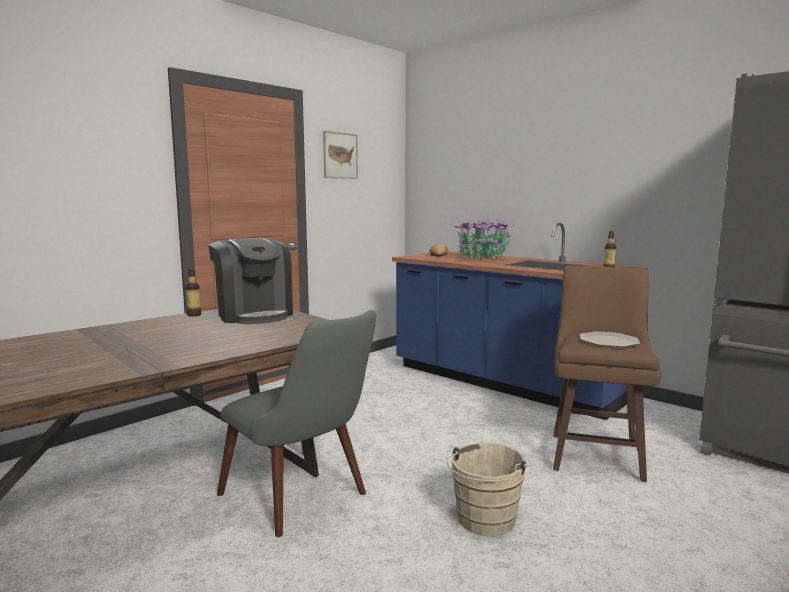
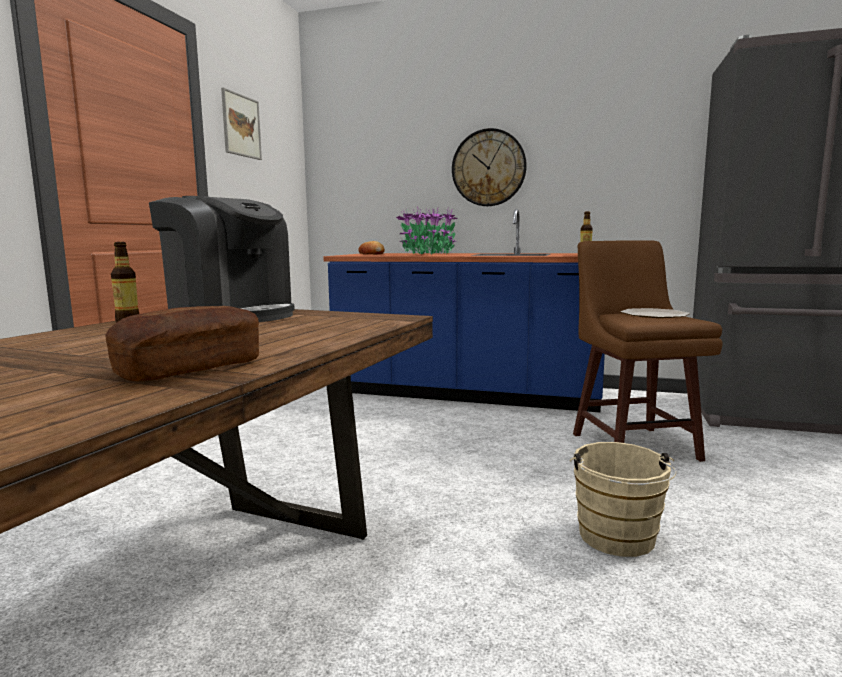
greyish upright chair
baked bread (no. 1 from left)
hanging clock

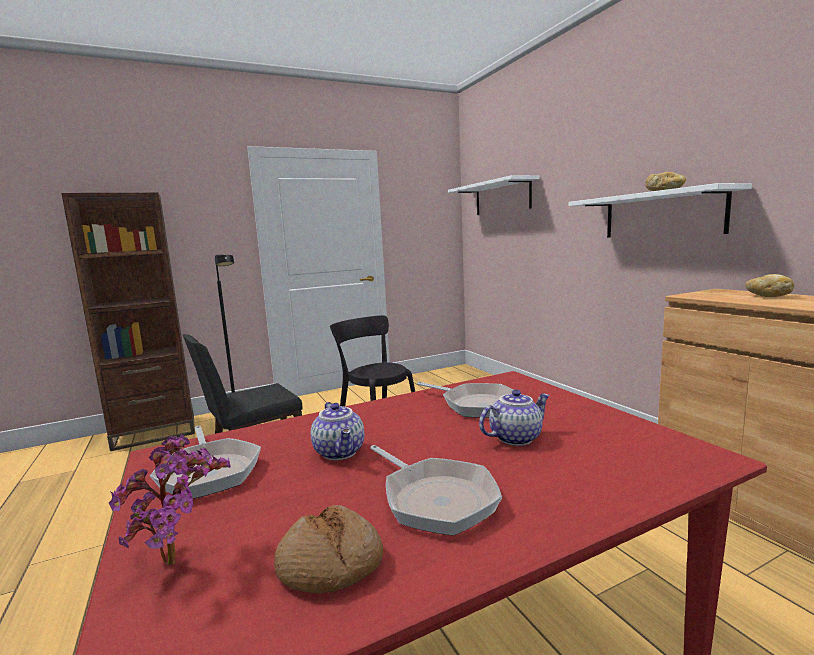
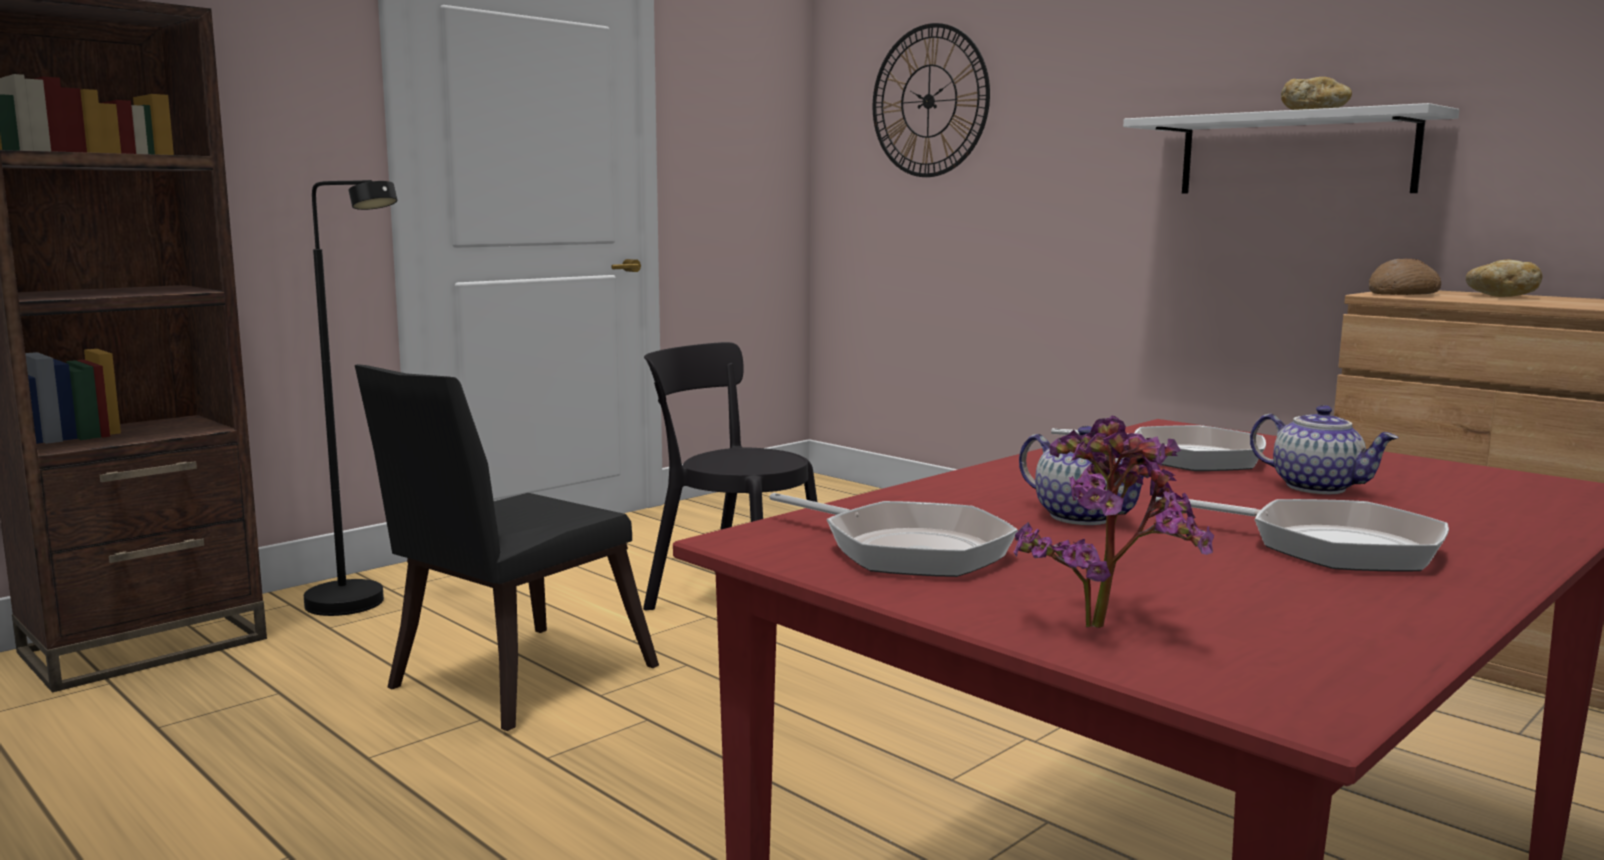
baked bread (no. 2 from left)
hanging clock
pot for tea (no. 2 from left)

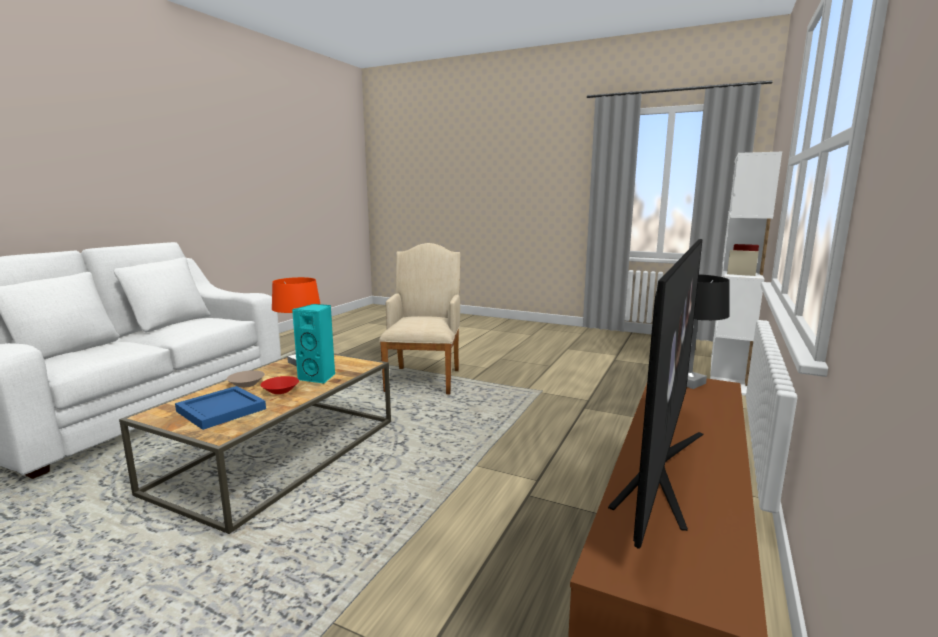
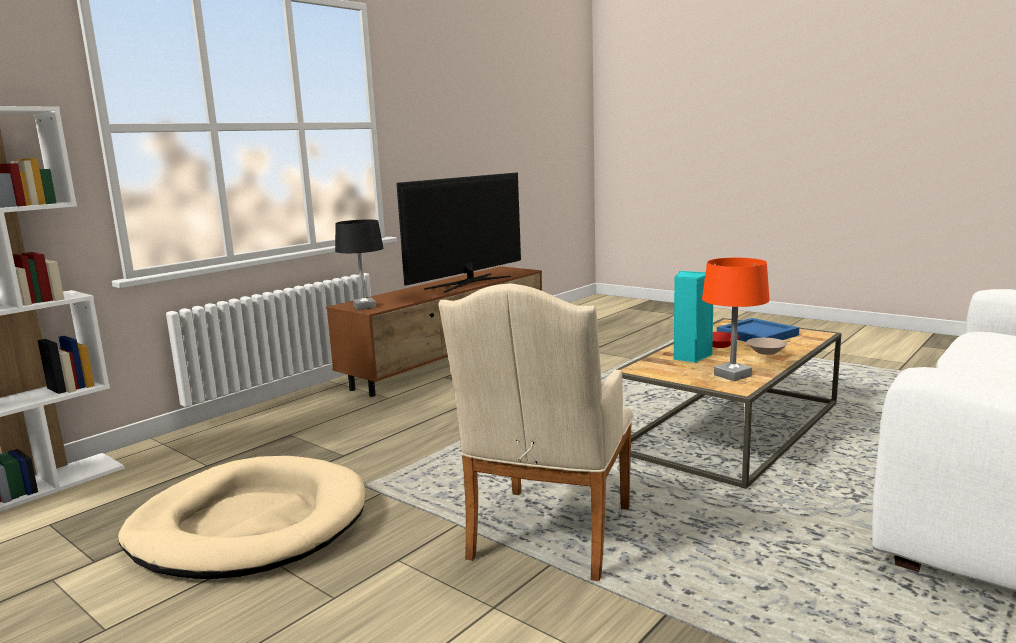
sand-coloured dog bed

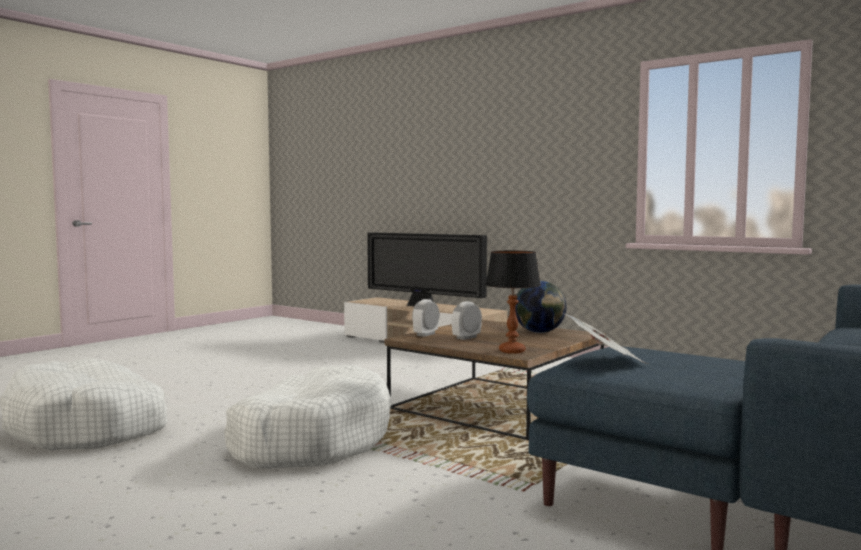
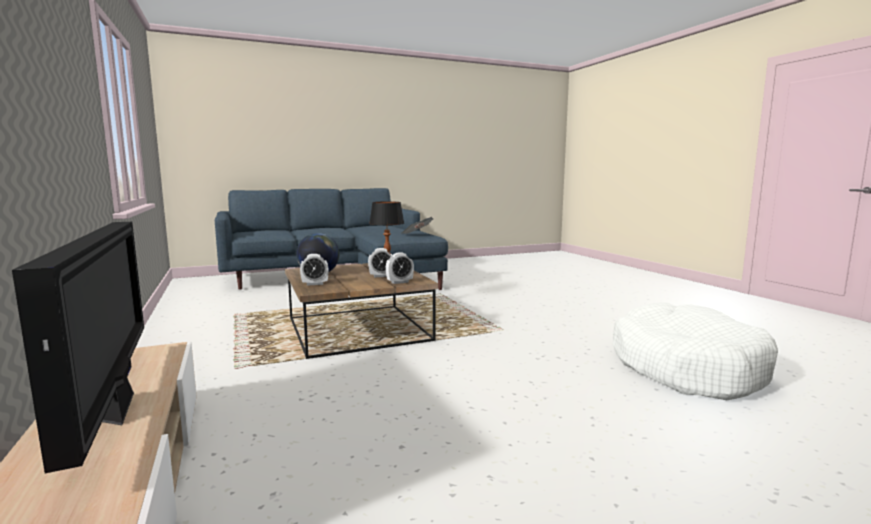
white dog bed (no. 2 from left in the first image)
alarm clock (no. 1 from left)

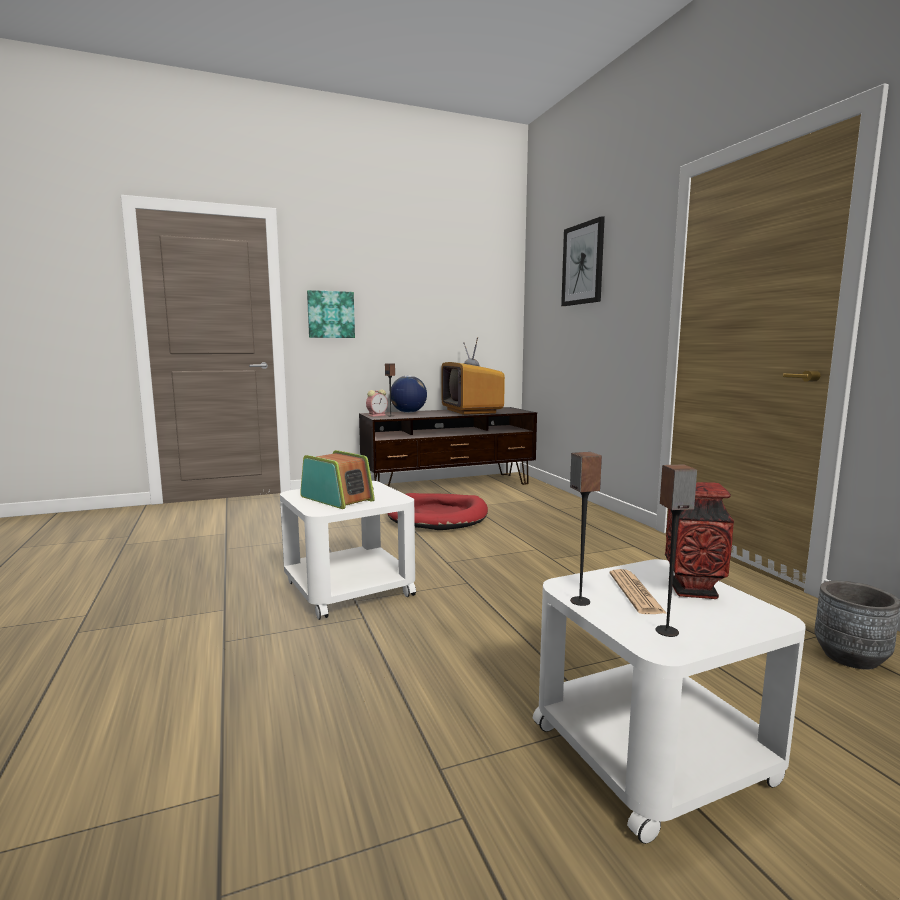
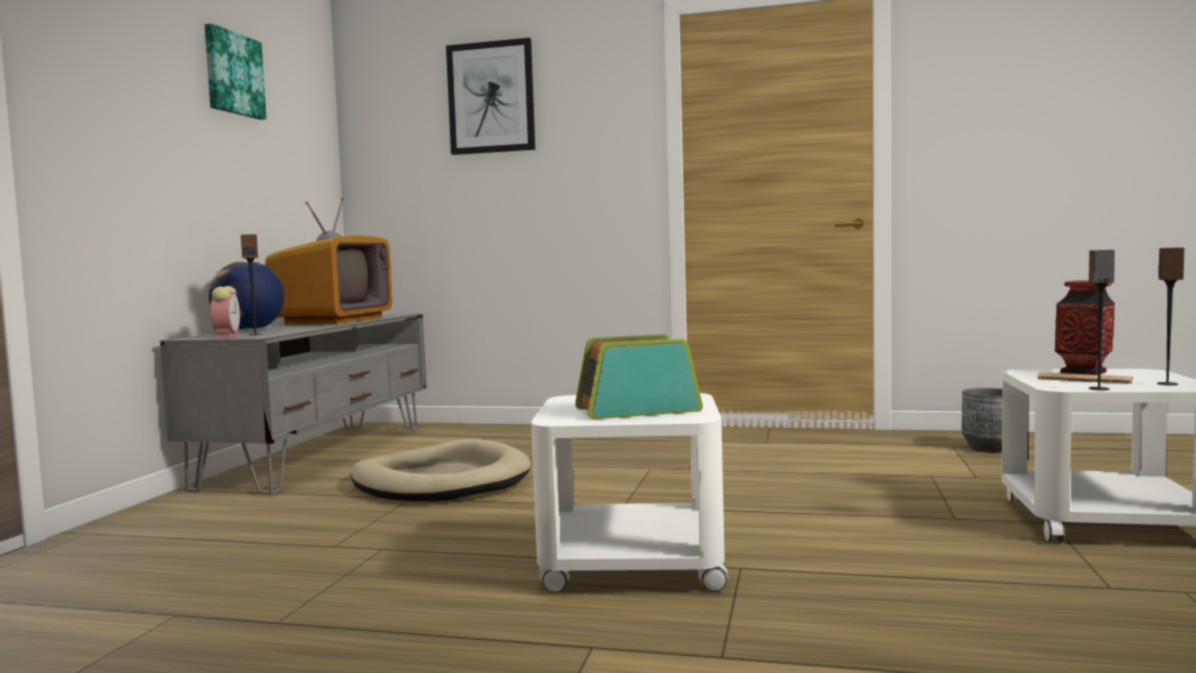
wall art (no. 1 from left)
greyish tv unit
sand-coloured dog bed
TV set

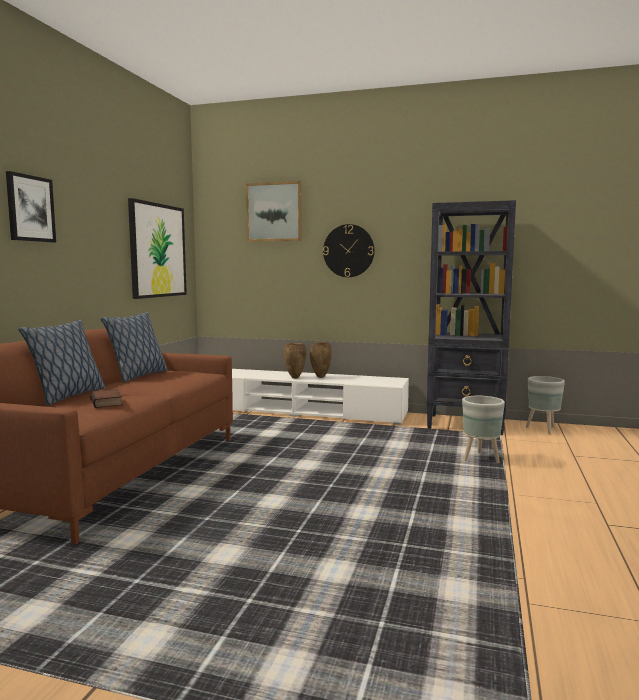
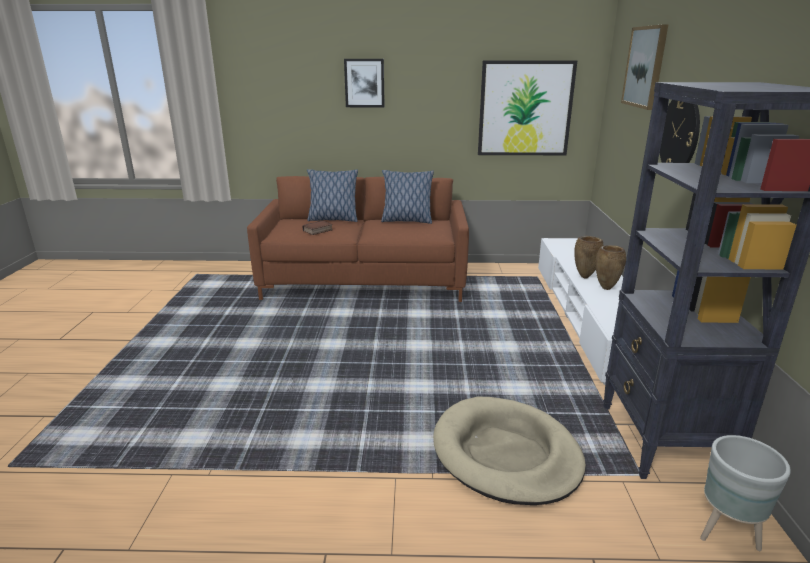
sand-coloured dog bed

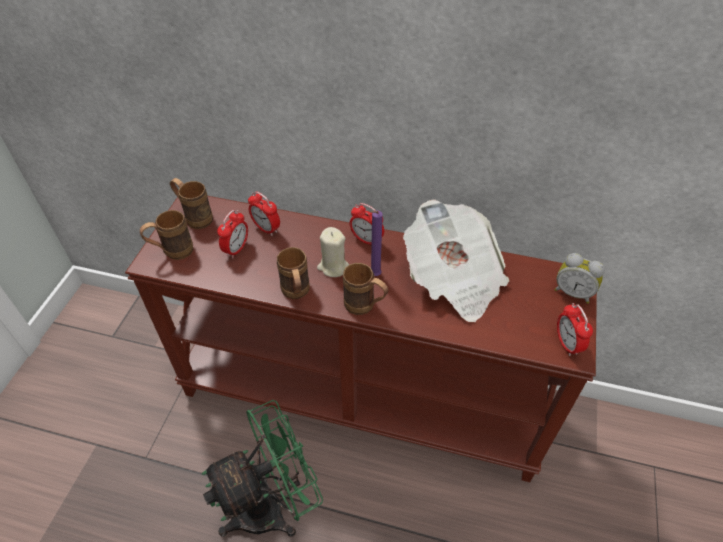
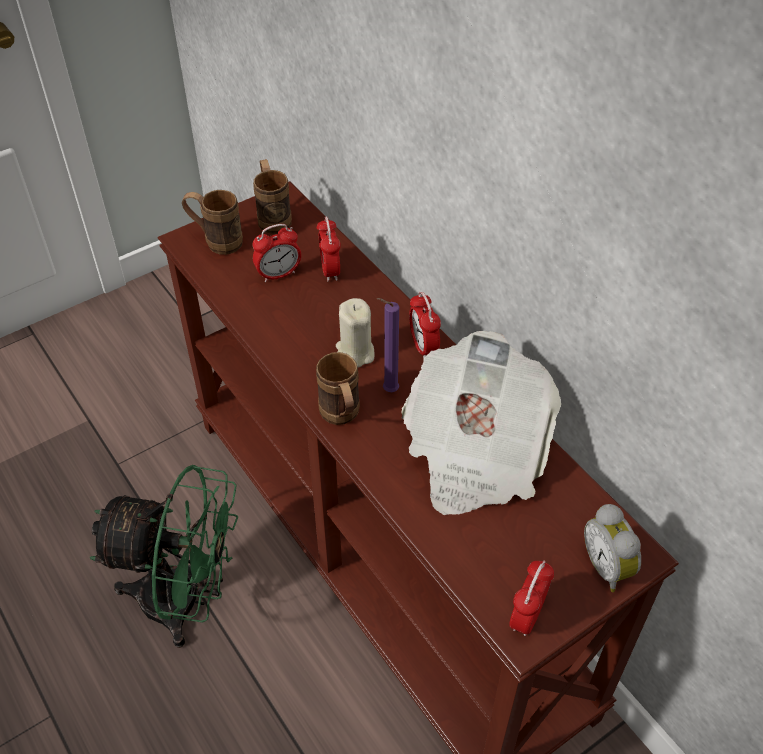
brown-coloured mug (no. 3 from left in the first image)

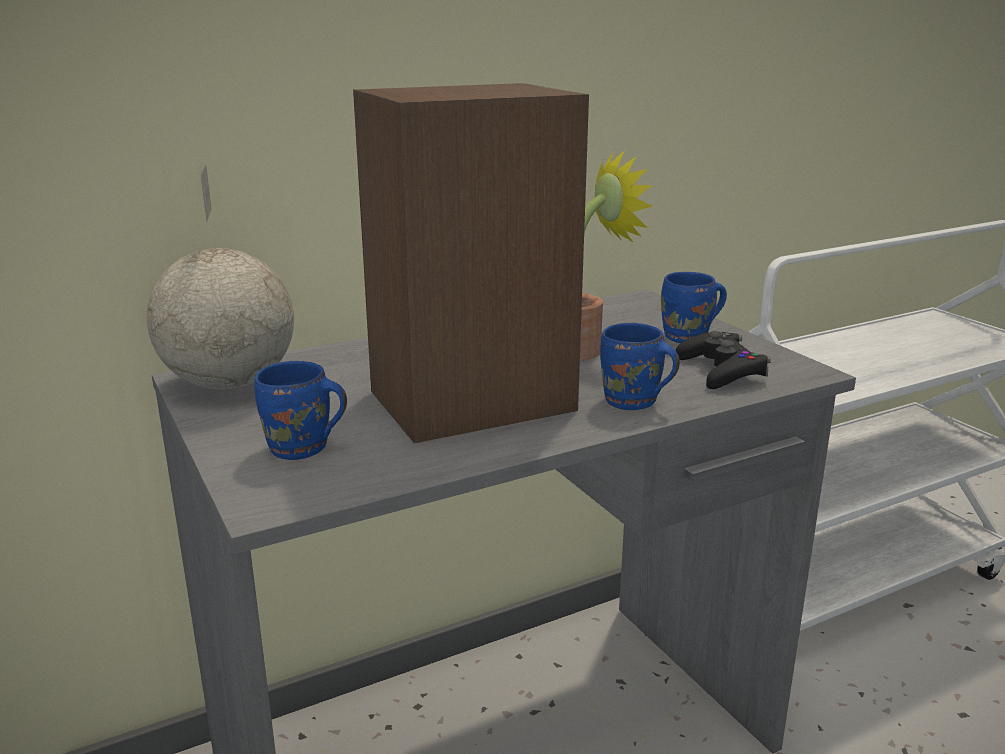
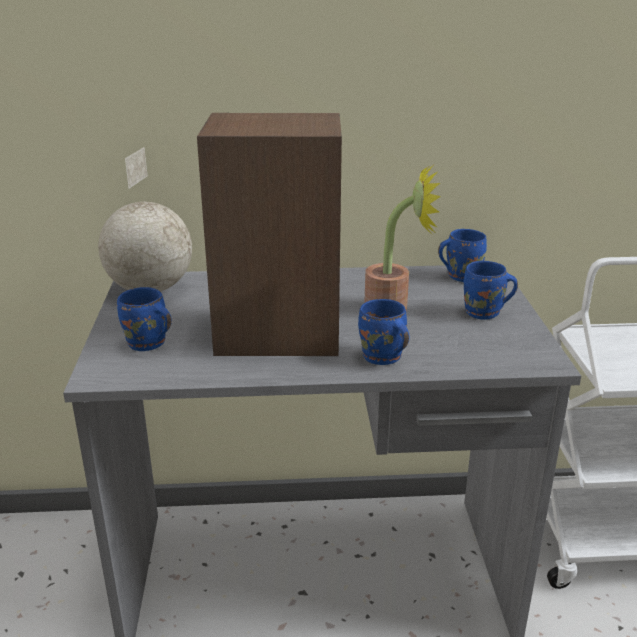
black-coloured joypad
blue mug (no. 3 from left)

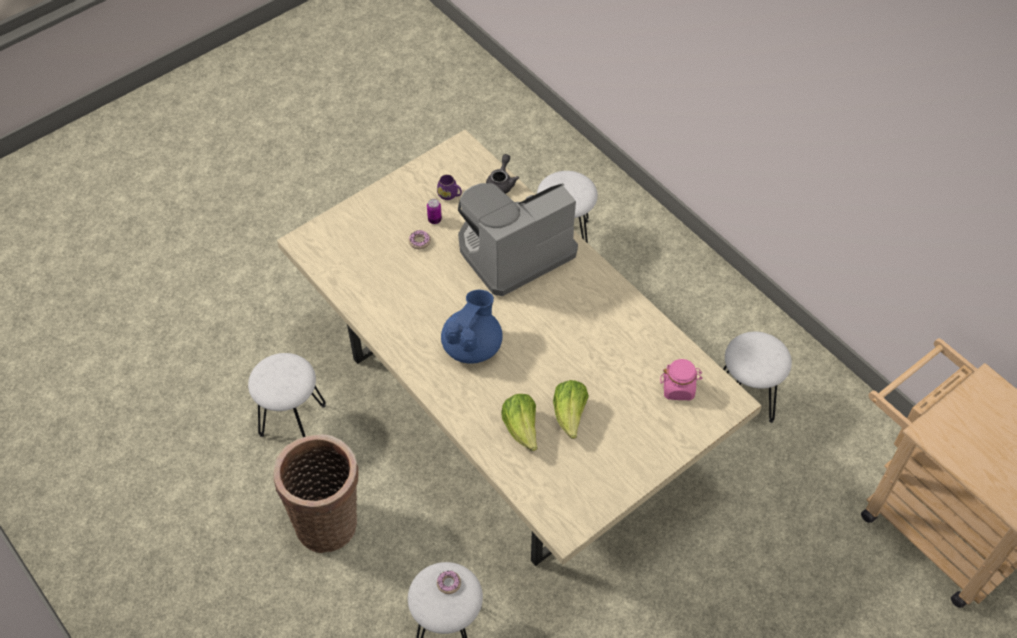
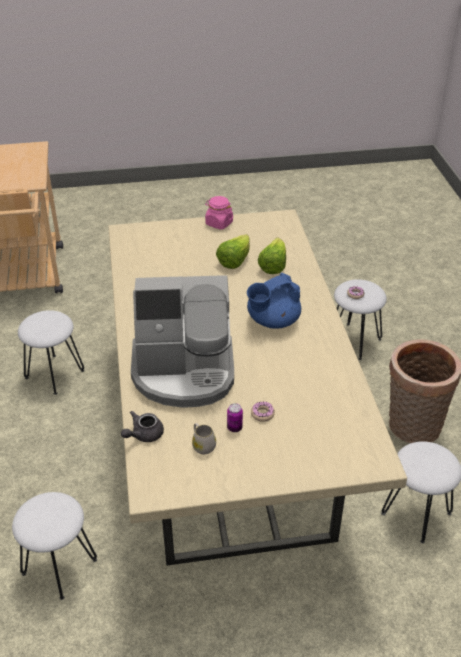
pink preserve jar
white mug

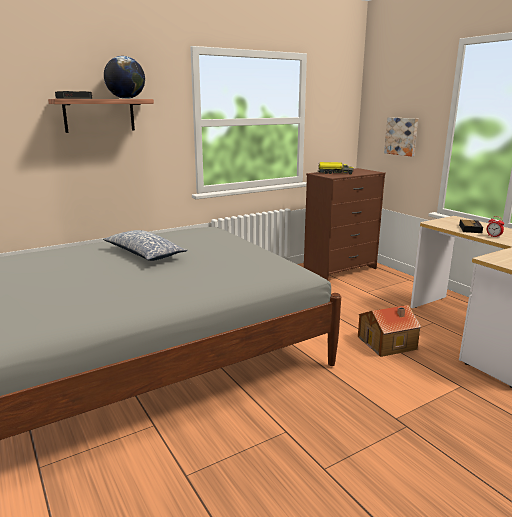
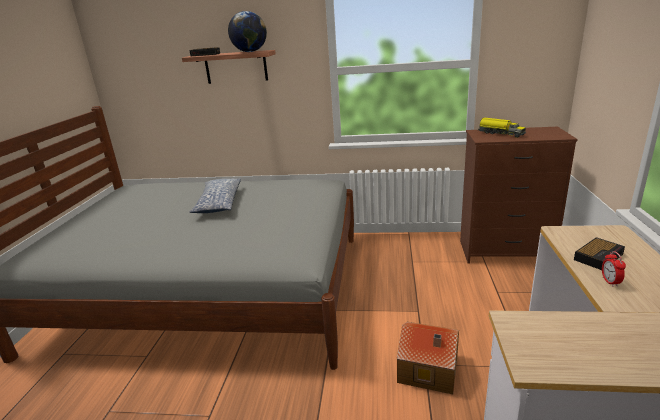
wall art

